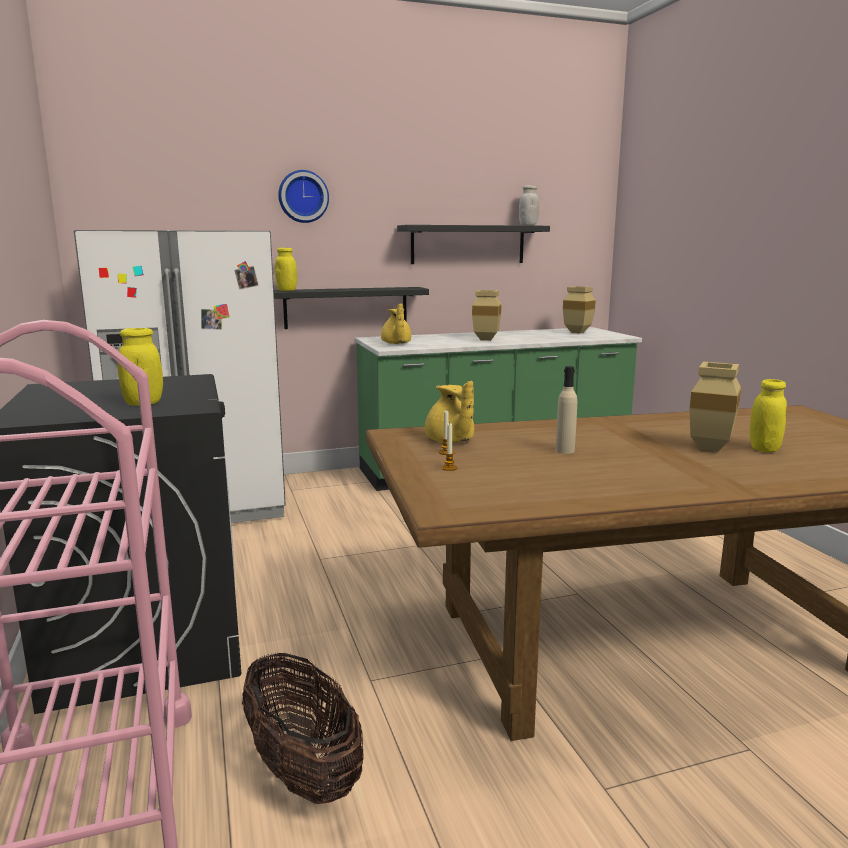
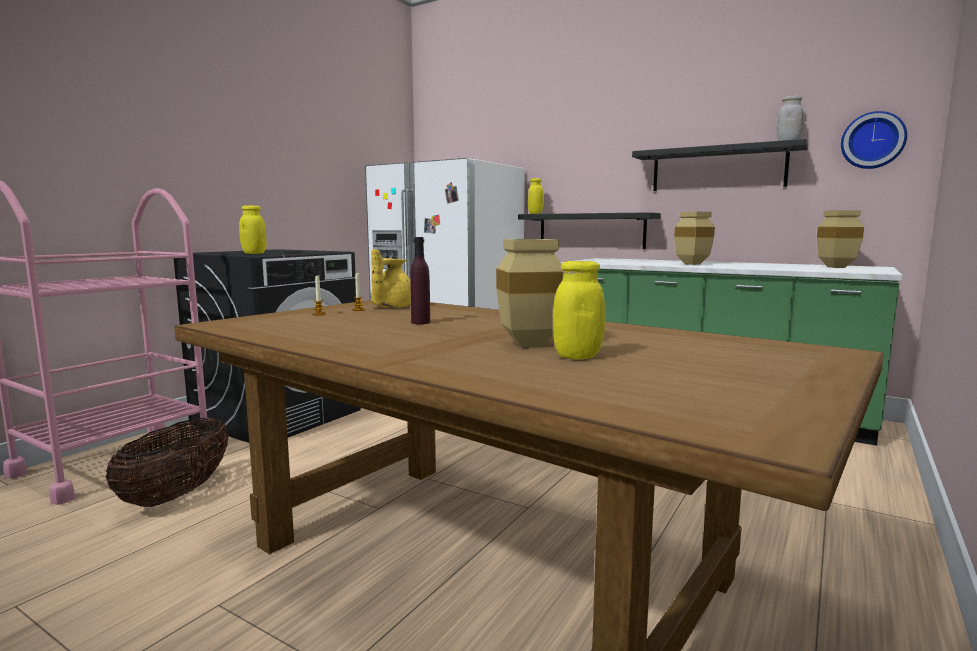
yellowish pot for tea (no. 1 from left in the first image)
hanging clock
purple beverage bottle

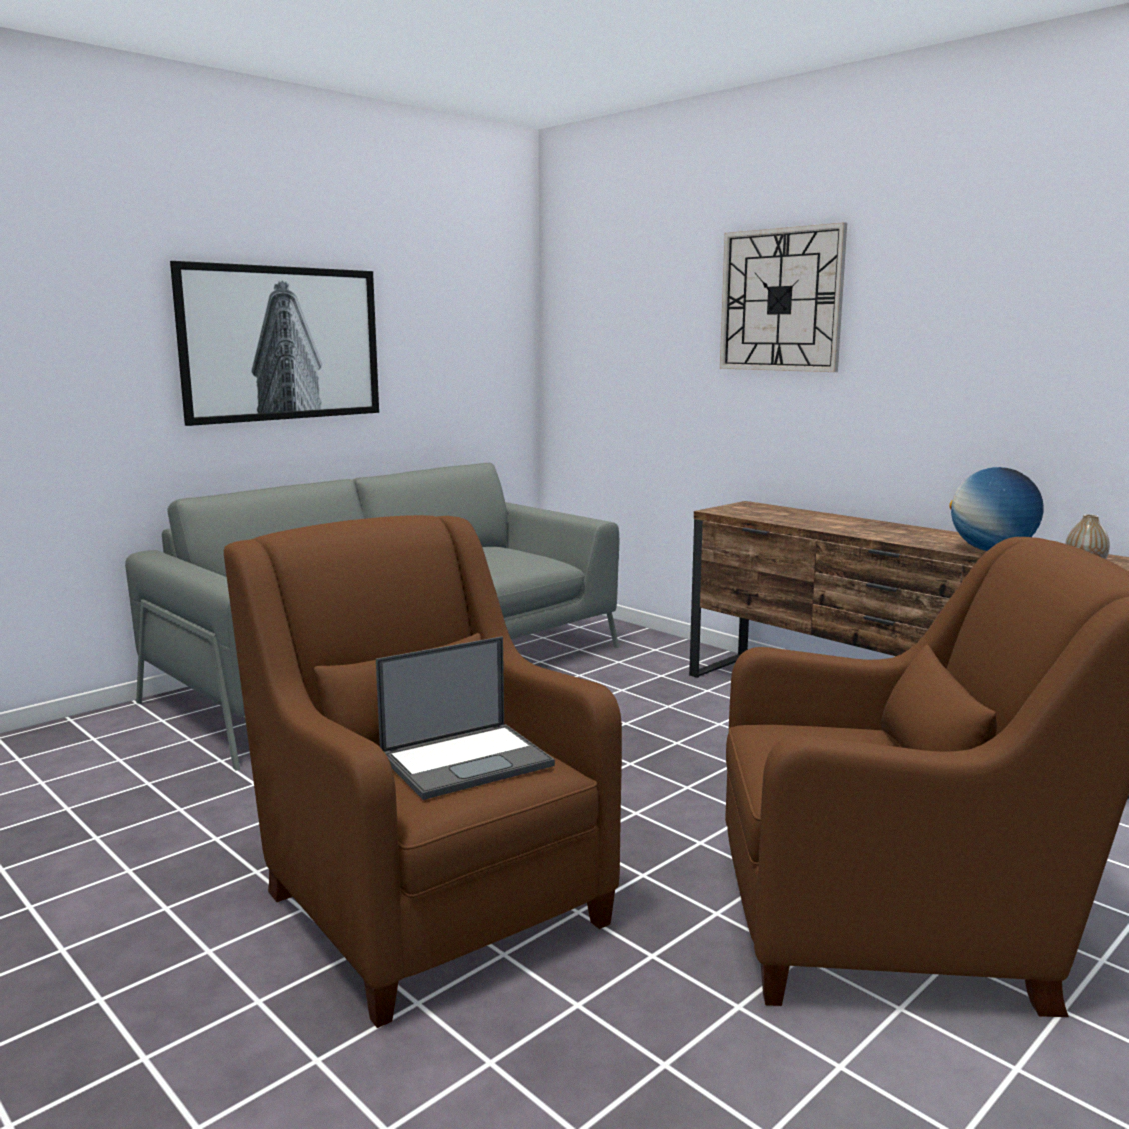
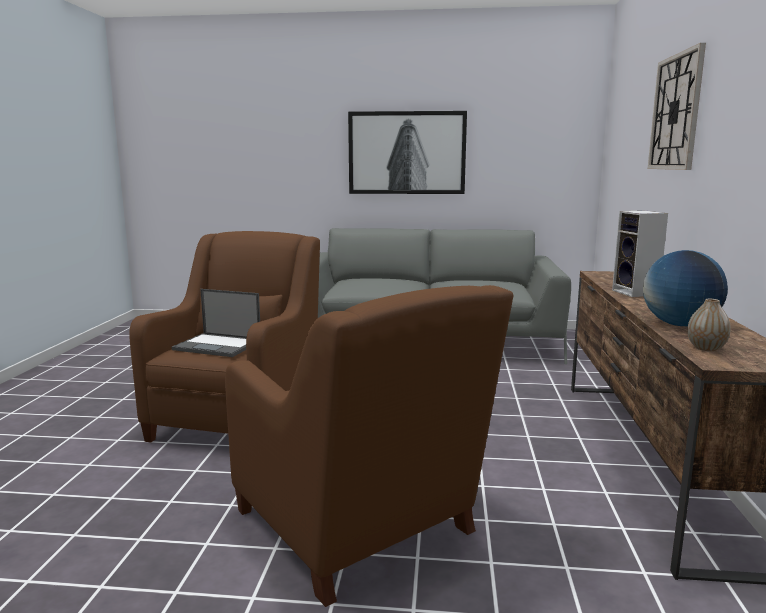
audio speaker

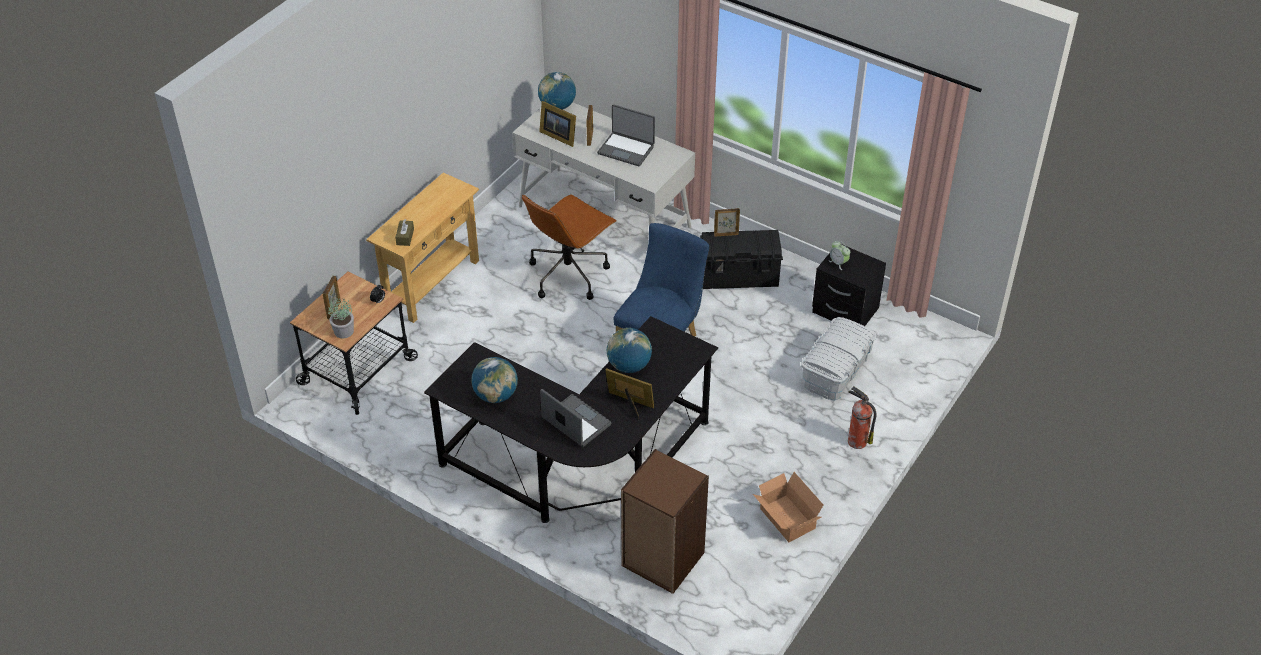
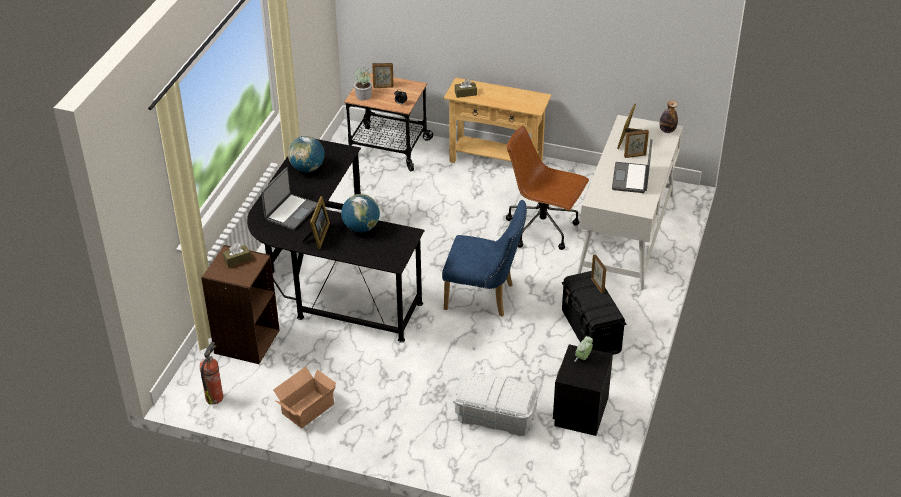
brown-coloured box of tissues (no. 1 from left)
fire extinguisher
beverage bottle

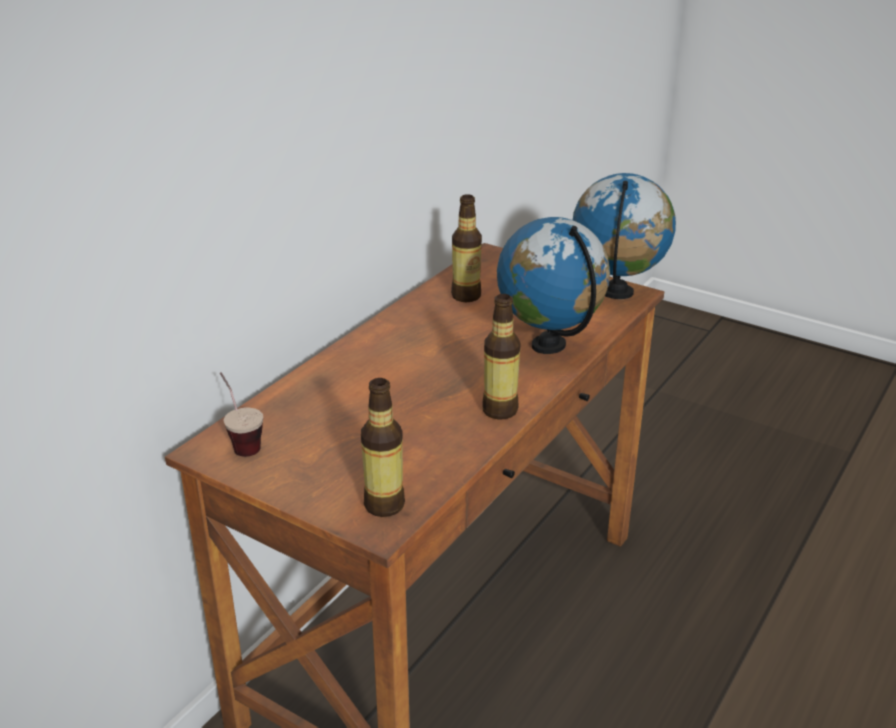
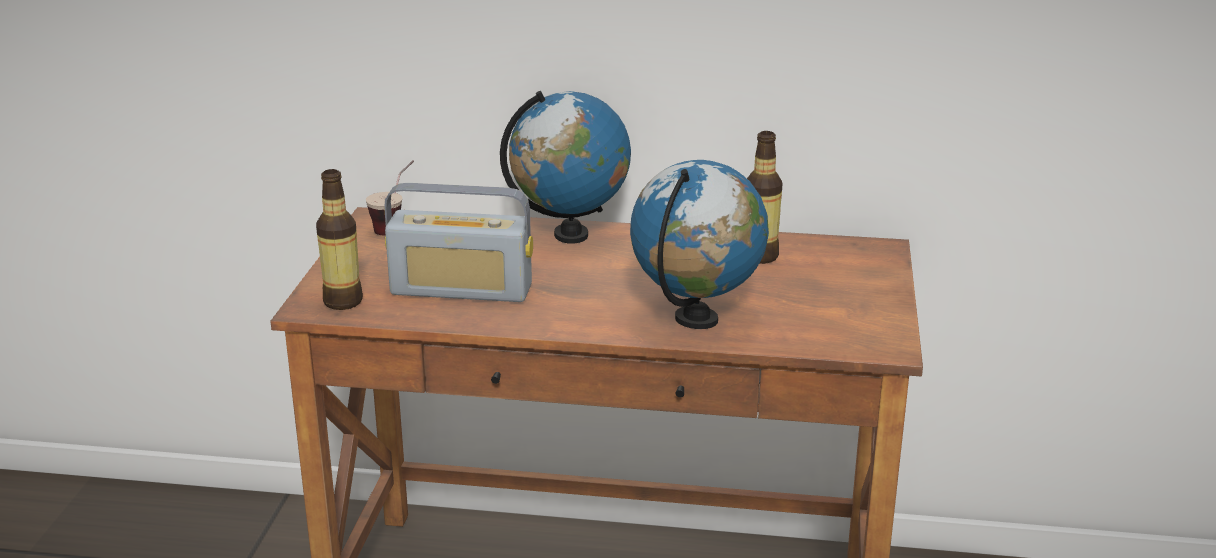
beverage bottle (no. 3 from left in the first image)
radio set
world globe (no. 1 from left)

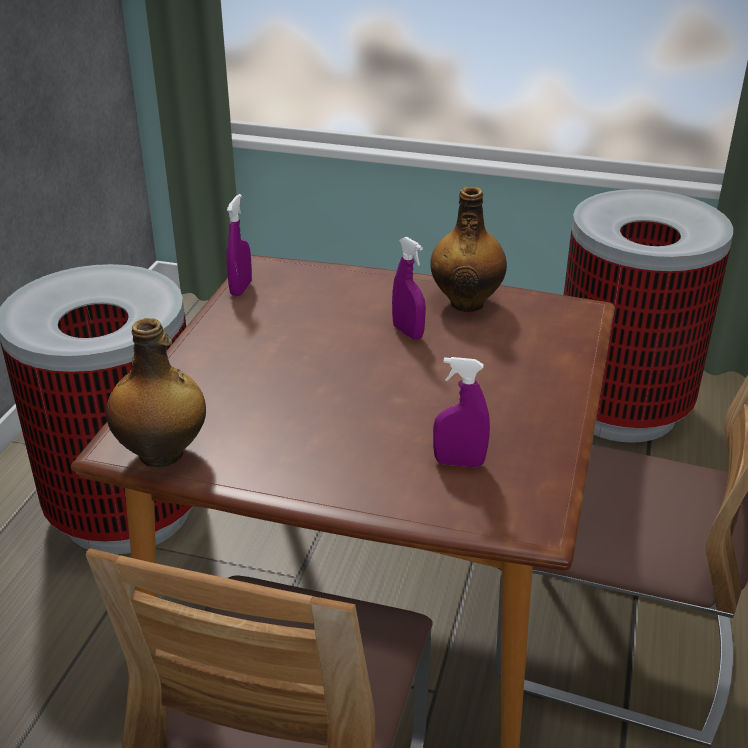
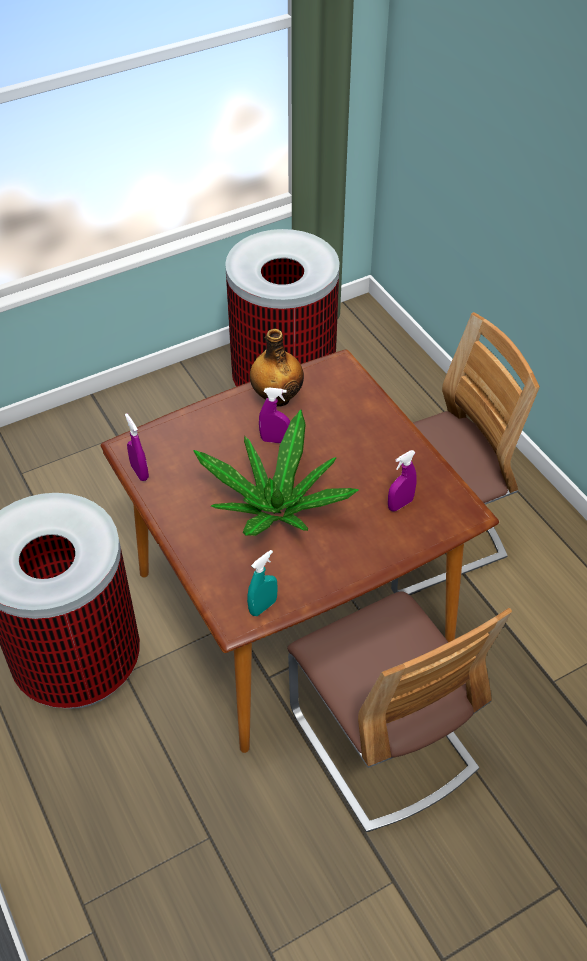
plant in a pot
turquoise-coloured spray bottle

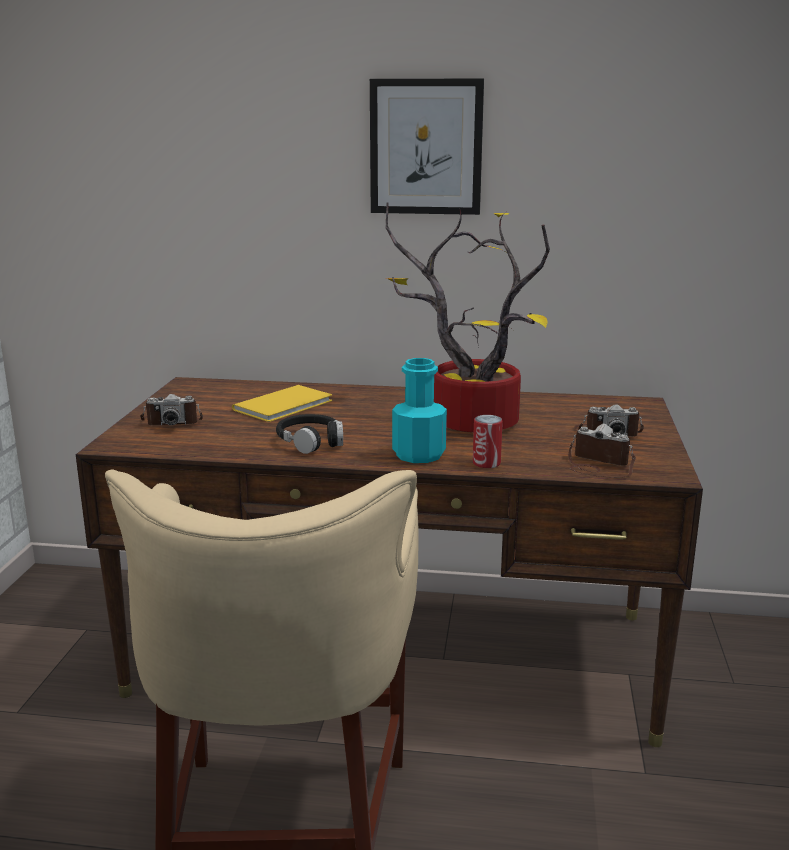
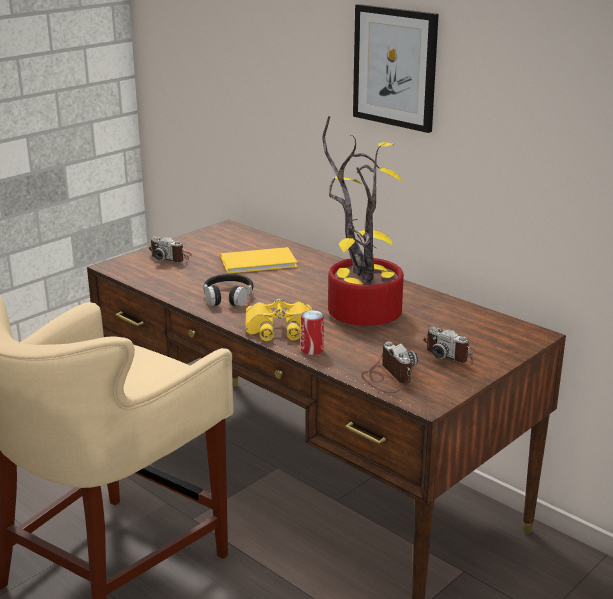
yellowish pair of binoculars

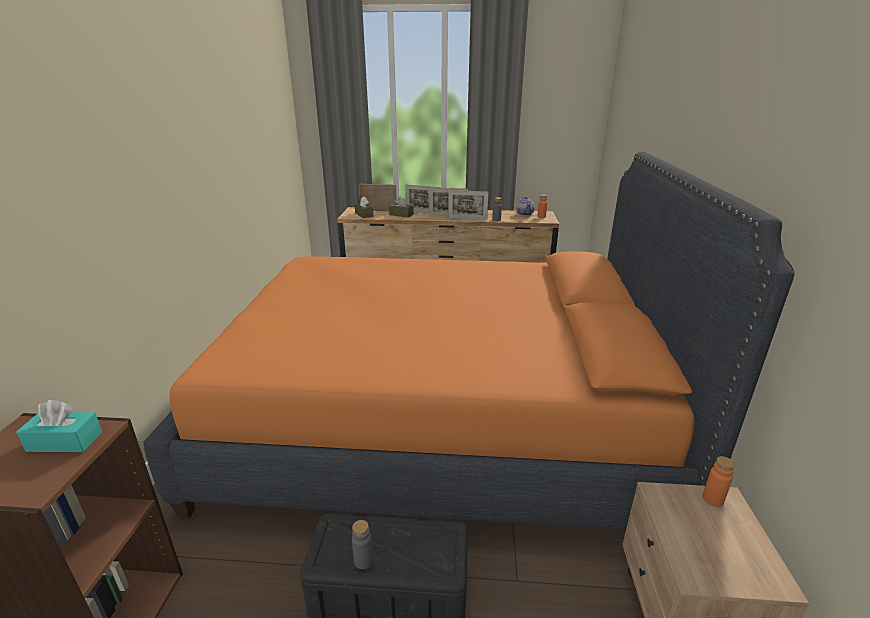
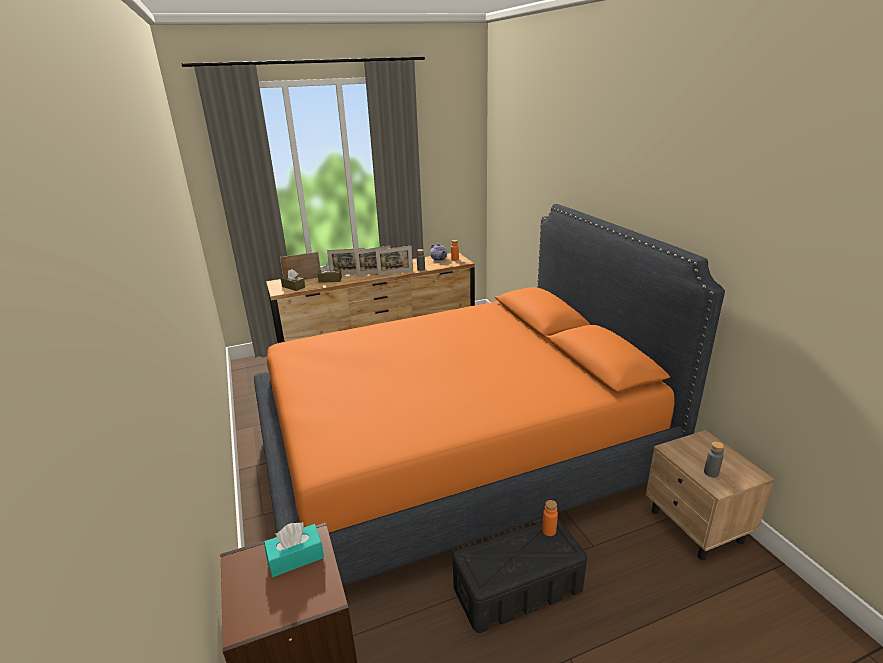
greyish beverage bottle (no. 2 from left)
orange beverage bottle (no. 2 from left)

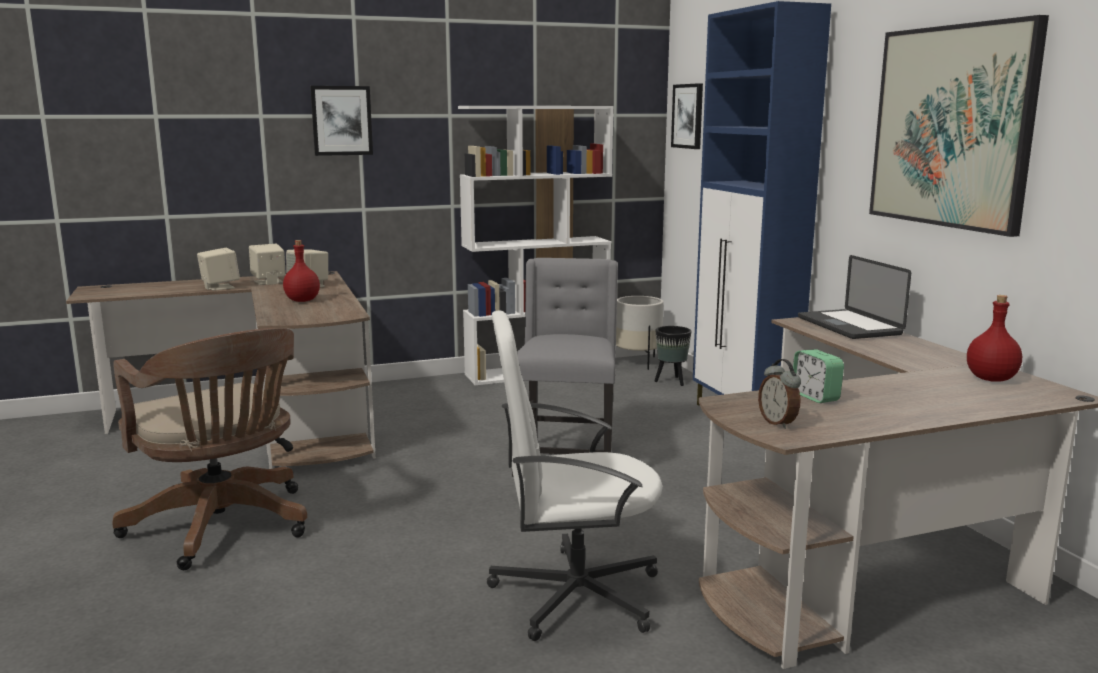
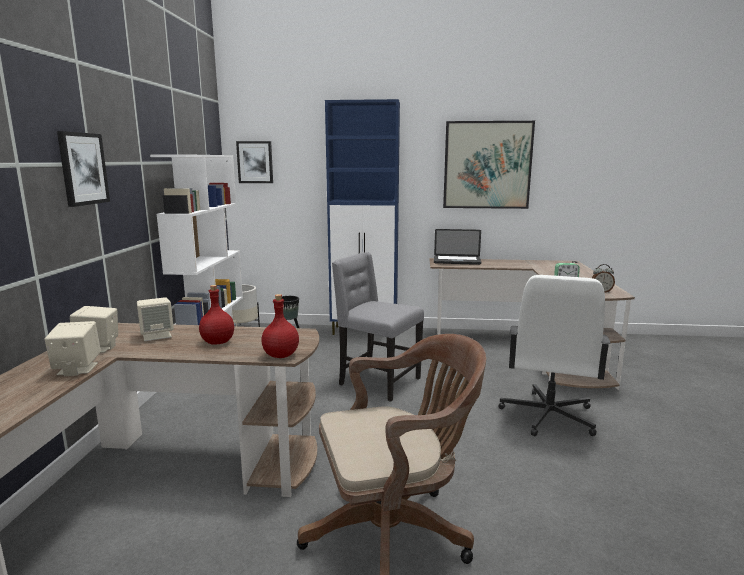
red beverage bottle (no. 2 from left)

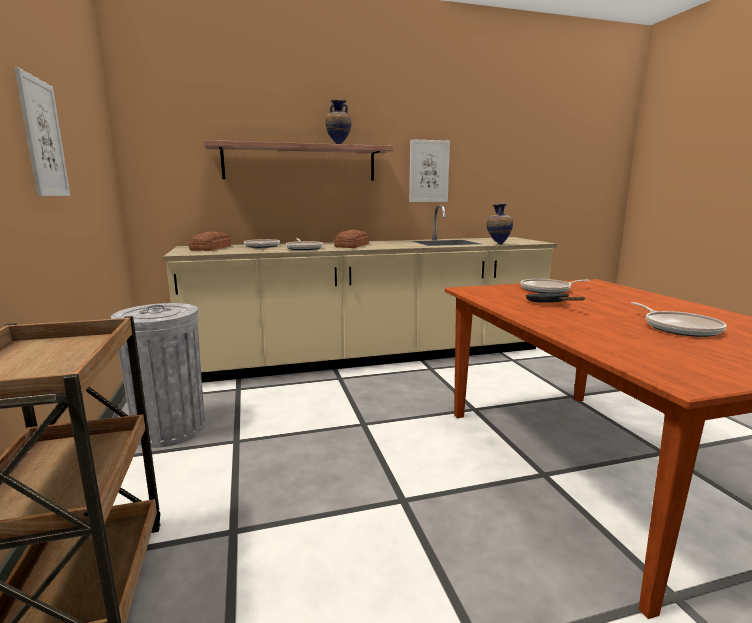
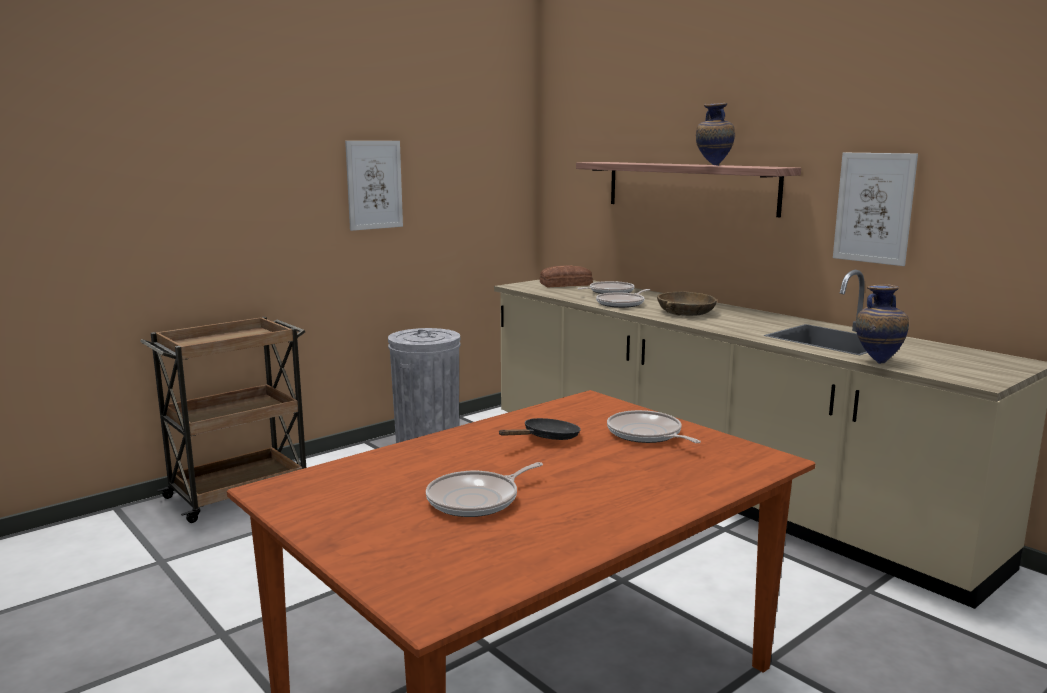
brown-coloured bowl

